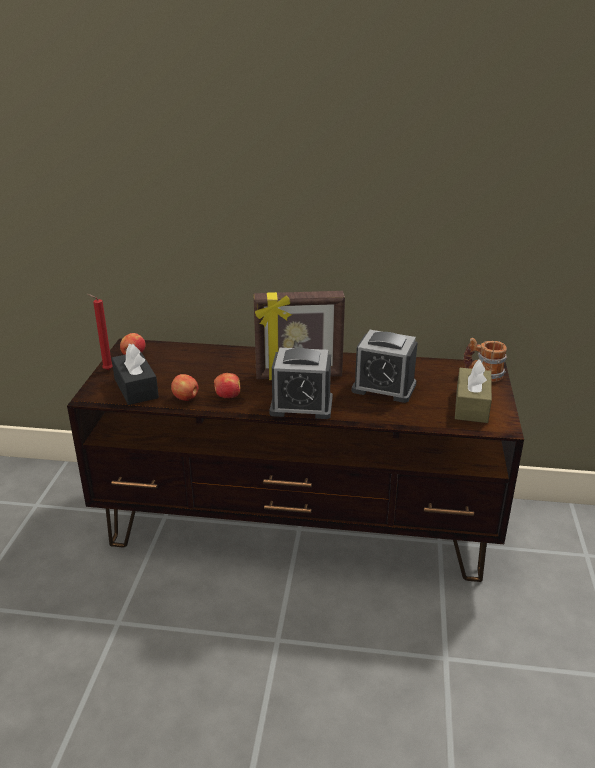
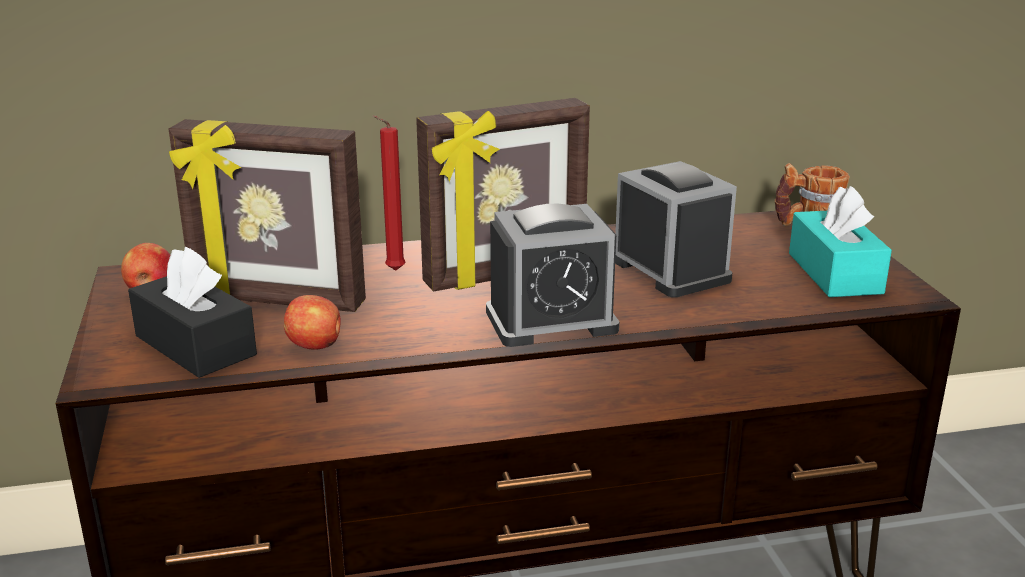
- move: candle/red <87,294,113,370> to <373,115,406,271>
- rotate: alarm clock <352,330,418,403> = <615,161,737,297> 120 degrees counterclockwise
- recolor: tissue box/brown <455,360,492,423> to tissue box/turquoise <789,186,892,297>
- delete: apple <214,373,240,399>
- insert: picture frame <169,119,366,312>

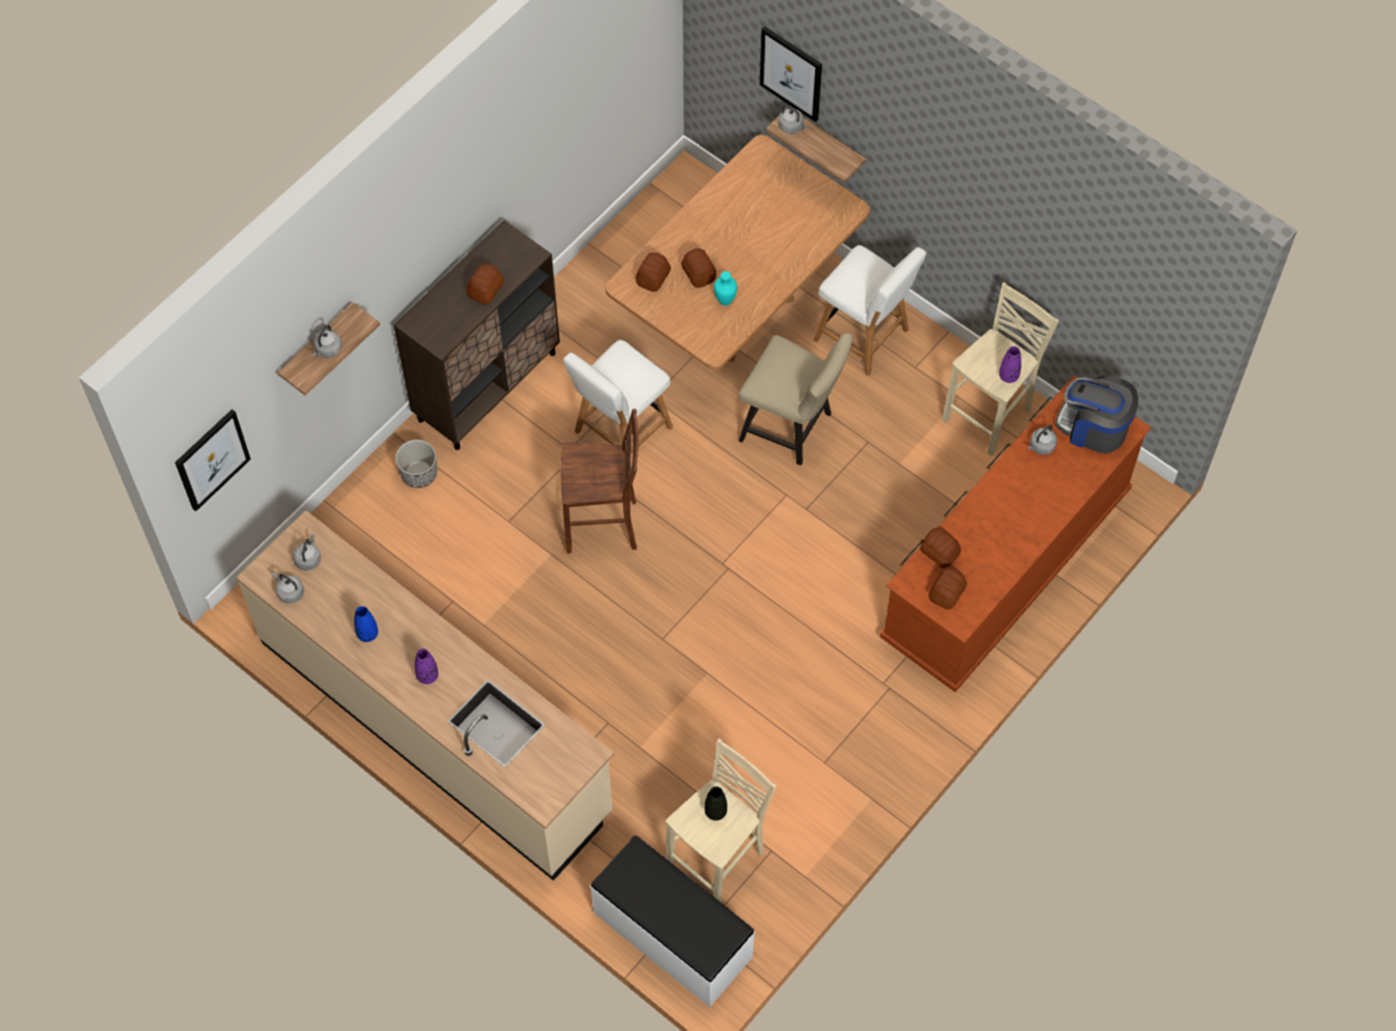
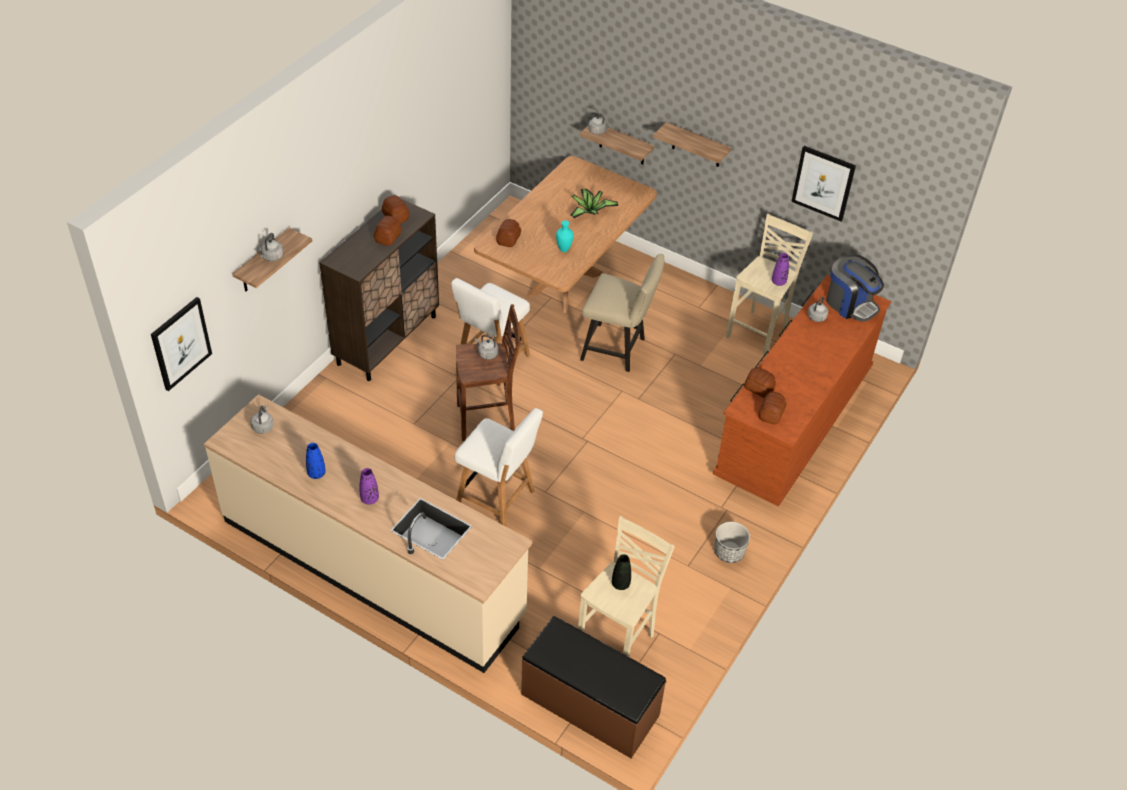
- move: picture <760,26,822,122> to <791,146,856,221>
- move: chair/white <814,245,926,376> to <455,408,543,526>
- move: bread <681,248,716,288> to <382,195,409,224>
- rotate: coffee machine <1055,376,1138,453> = <826,254,884,322> 150 degrees counterclockwise
- move: planter <395,440,437,488> to <714,522,750,563>
- move: kettle/grey <272,572,304,604> to <475,335,498,360>
- recolor: bench/white <590,835,755,1007> to bench/brown <521,616,666,758>
- insert: shelf <653,122,731,167>
- insert: potted plant <571,189,618,218>

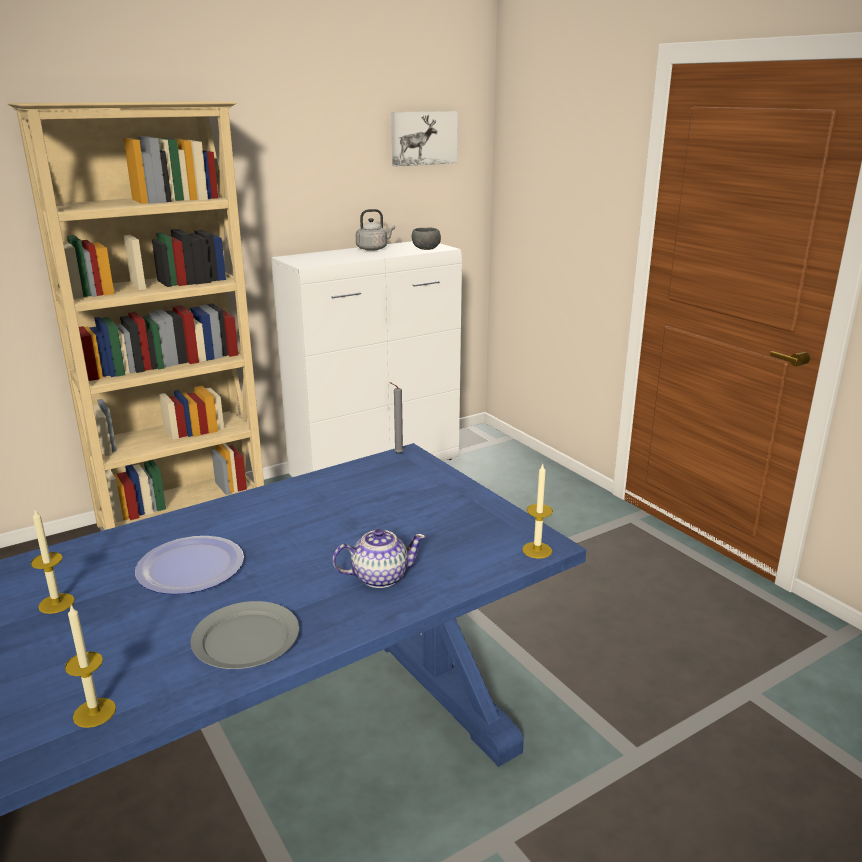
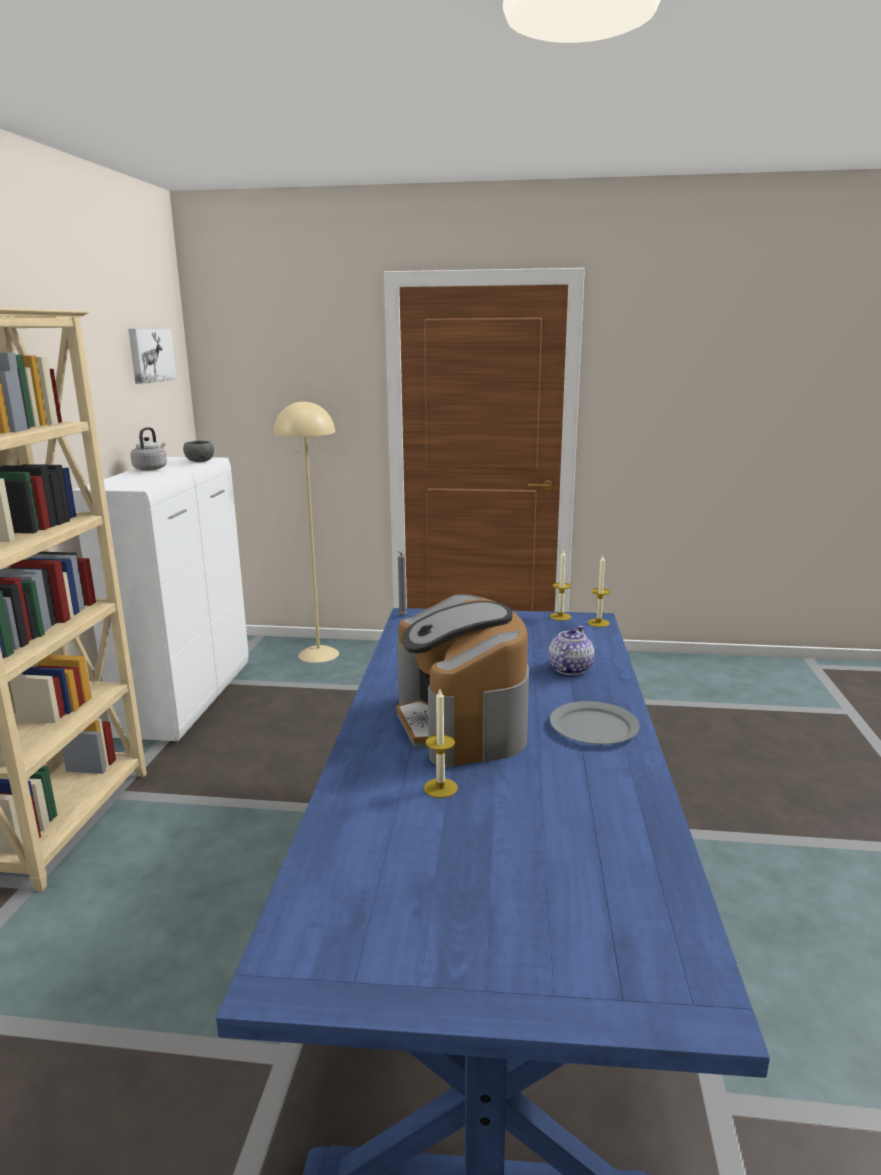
- replace: plate <135,536,244,594> to coffee machine <396,594,529,767>
- move: candle <65,605,116,728> to <550,550,571,621>
- insert: floor lamp/beige <274,400,339,663>

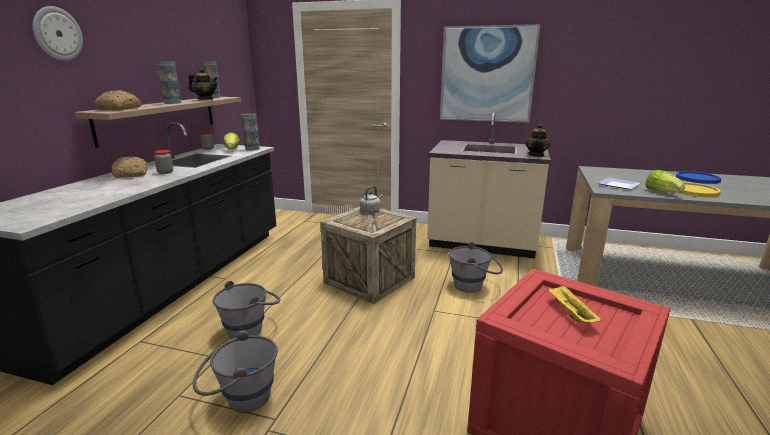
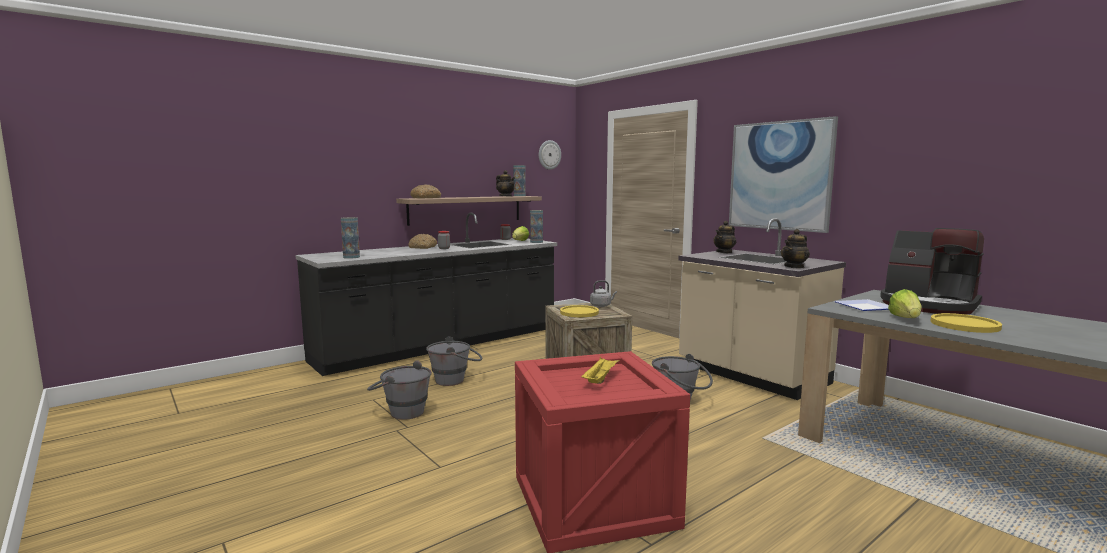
- move: wall clock <33,6,83,61> to <539,140,561,170>
- move: vase <157,61,181,104> to <341,217,360,259>
- delete: plate/blue <676,171,722,184>
- insert: teapot <714,221,736,253>
- insert: coffee machine <880,228,984,315>
- insert: plate/yellow <560,305,599,317>

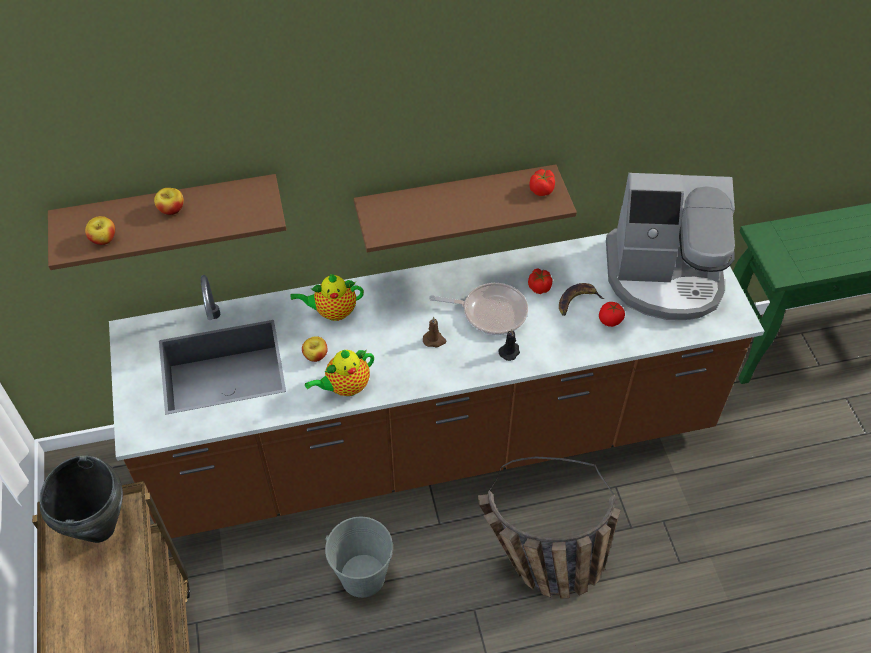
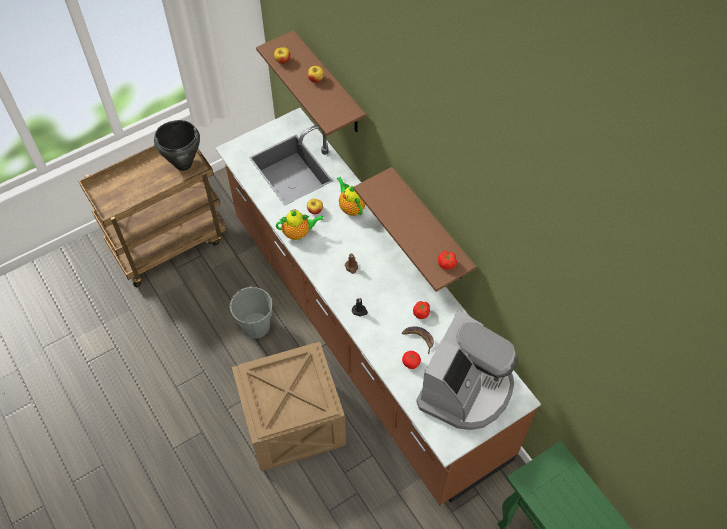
- rotate: coffee machine <606,173,735,320> = <416,310,517,430> 135 degrees counterclockwise
- delete: frying pan <429,283,528,335>
- rotate: teapot <305,350,374,396> = <276,209,324,240> 135 degrees clockwise
- replace: basket <478,456,620,599> to crate <232,342,346,471>

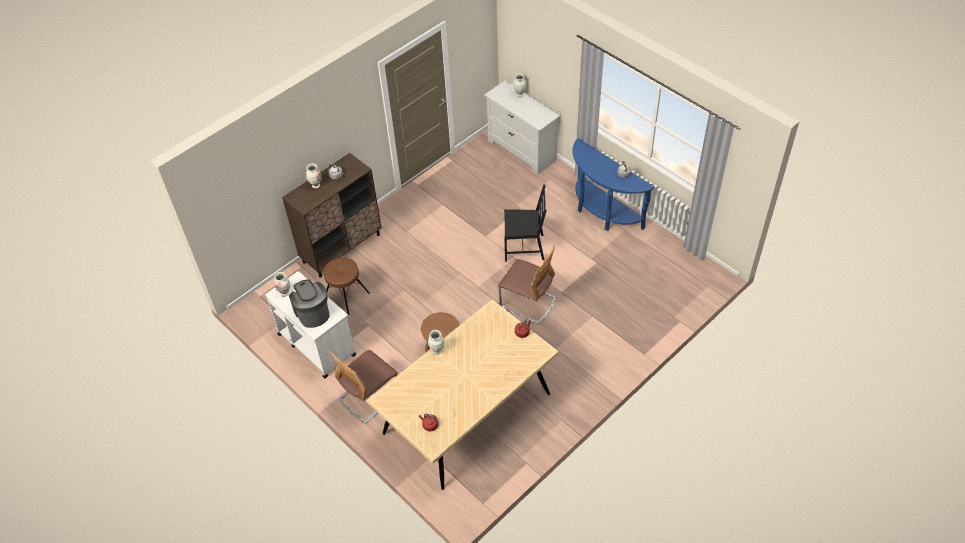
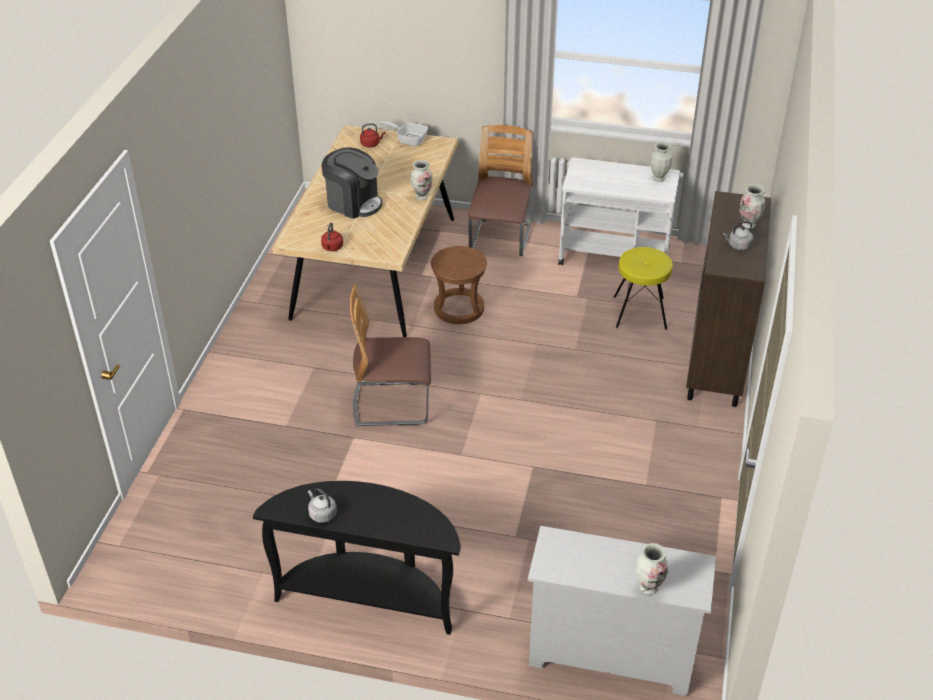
- recolor: console table/blue <573,138,655,231> to console table/black <253,481,461,635>
- delete: chair/black <504,185,547,262>
- recolor: stool/brown <323,258,370,315> to stool/yellow <614,247,673,330>
- move: coffee machine <289,279,330,328> to <322,147,382,219>
- insert: frying pan <380,121,428,146>

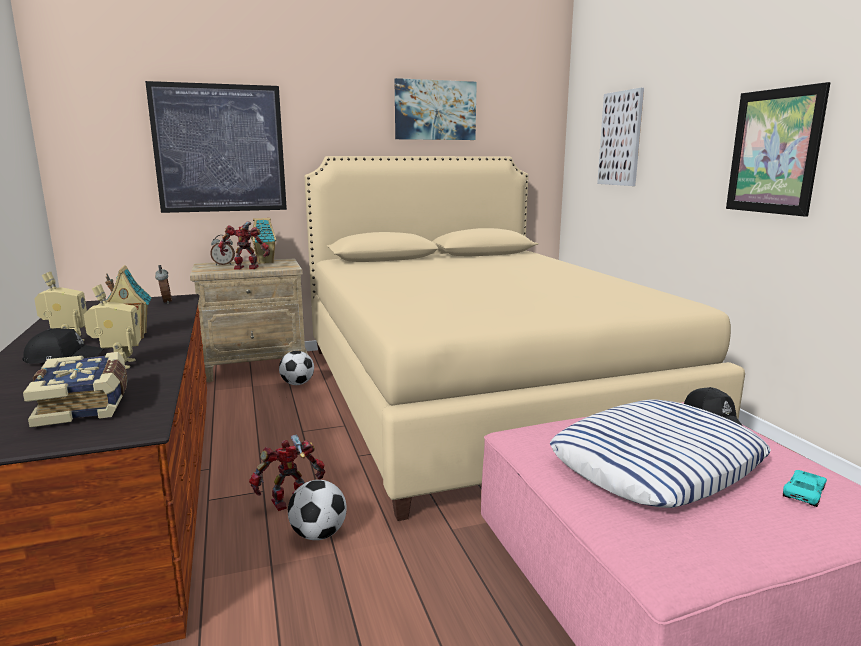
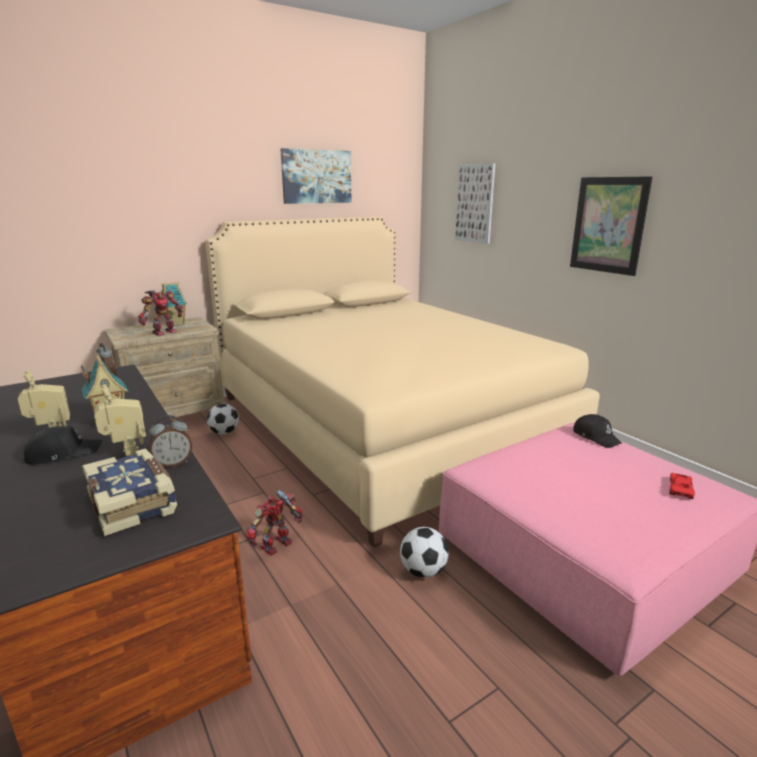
- delete: picture <145,81,287,213>
- rotate: toy robot <218,222,270,270> = <138,290,183,336> 150 degrees clockwise
- move: alarm clock <210,235,235,265> to <149,415,192,467>
- delete: pillow <550,399,771,508>
- recolor: toy car/turquoise <783,470,827,507> to toy car/red <669,473,695,499>
- move: football <288,480,347,540> to <400,527,449,578>

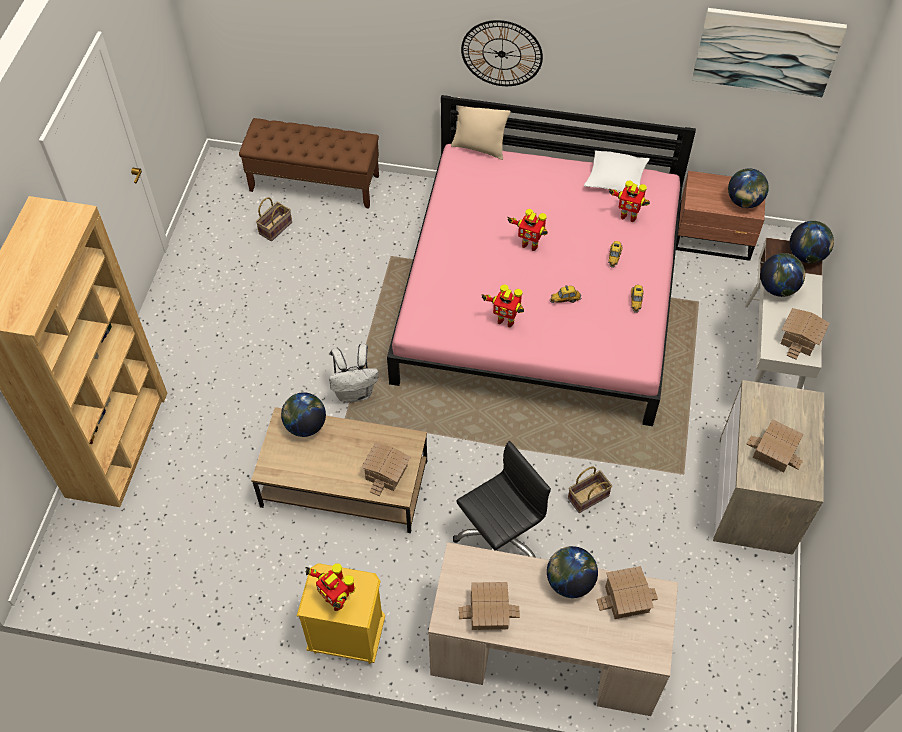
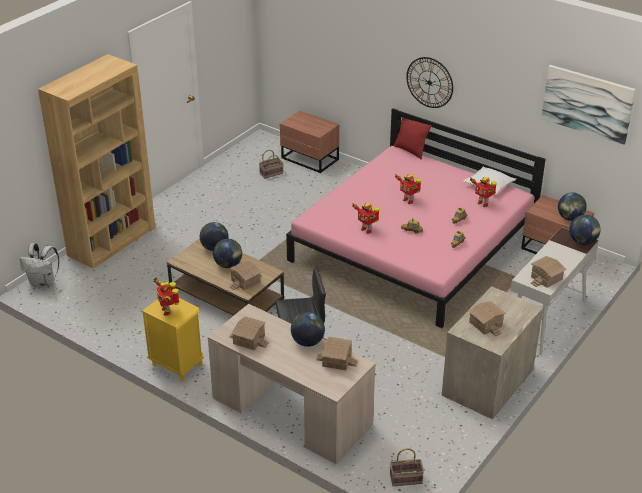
- recolor: pillow/beige <451,97,510,160> to pillow/red <394,117,431,160>
- replace: bench/brown <239,118,379,209> to nightstand/brown <280,111,339,173>
- move: globe <760,253,805,297> to <213,239,242,268>
- move: backpack/white <329,344,379,403> to <20,243,59,288>
- move: basket <568,467,612,513> to <390,448,424,486>

